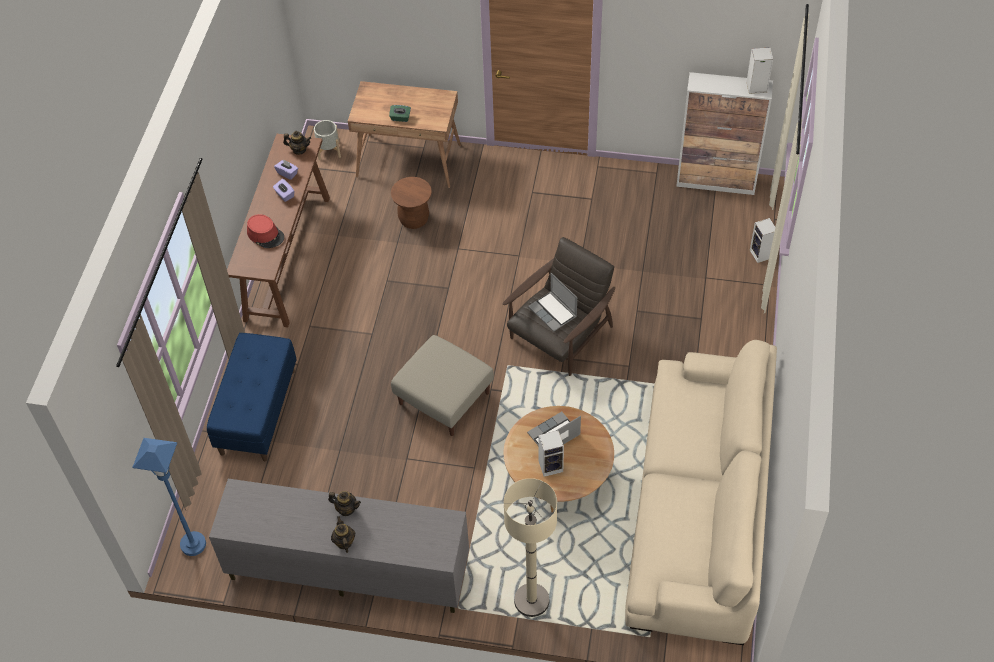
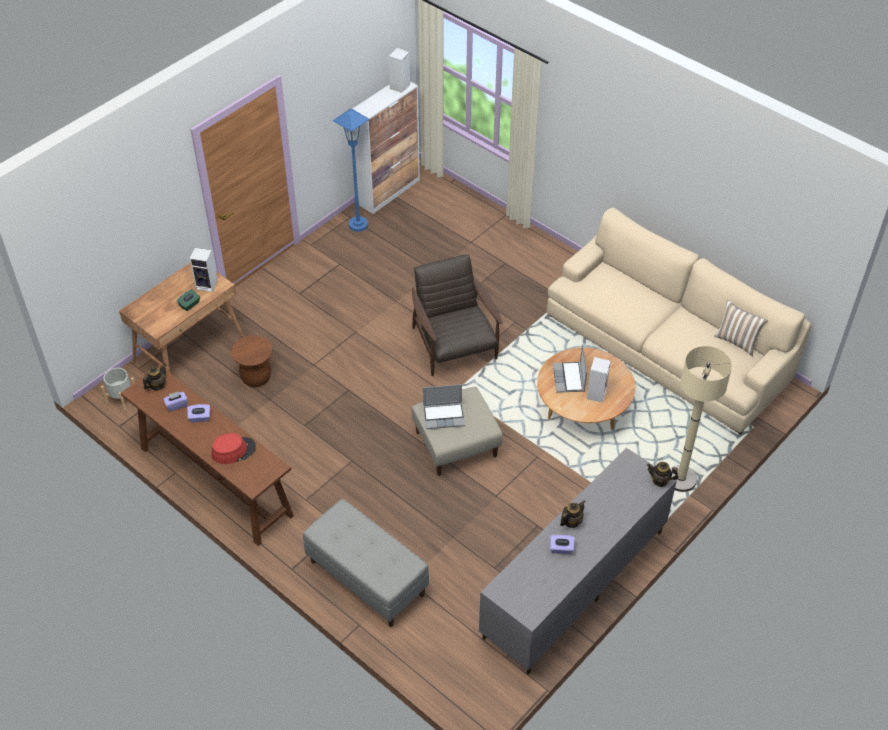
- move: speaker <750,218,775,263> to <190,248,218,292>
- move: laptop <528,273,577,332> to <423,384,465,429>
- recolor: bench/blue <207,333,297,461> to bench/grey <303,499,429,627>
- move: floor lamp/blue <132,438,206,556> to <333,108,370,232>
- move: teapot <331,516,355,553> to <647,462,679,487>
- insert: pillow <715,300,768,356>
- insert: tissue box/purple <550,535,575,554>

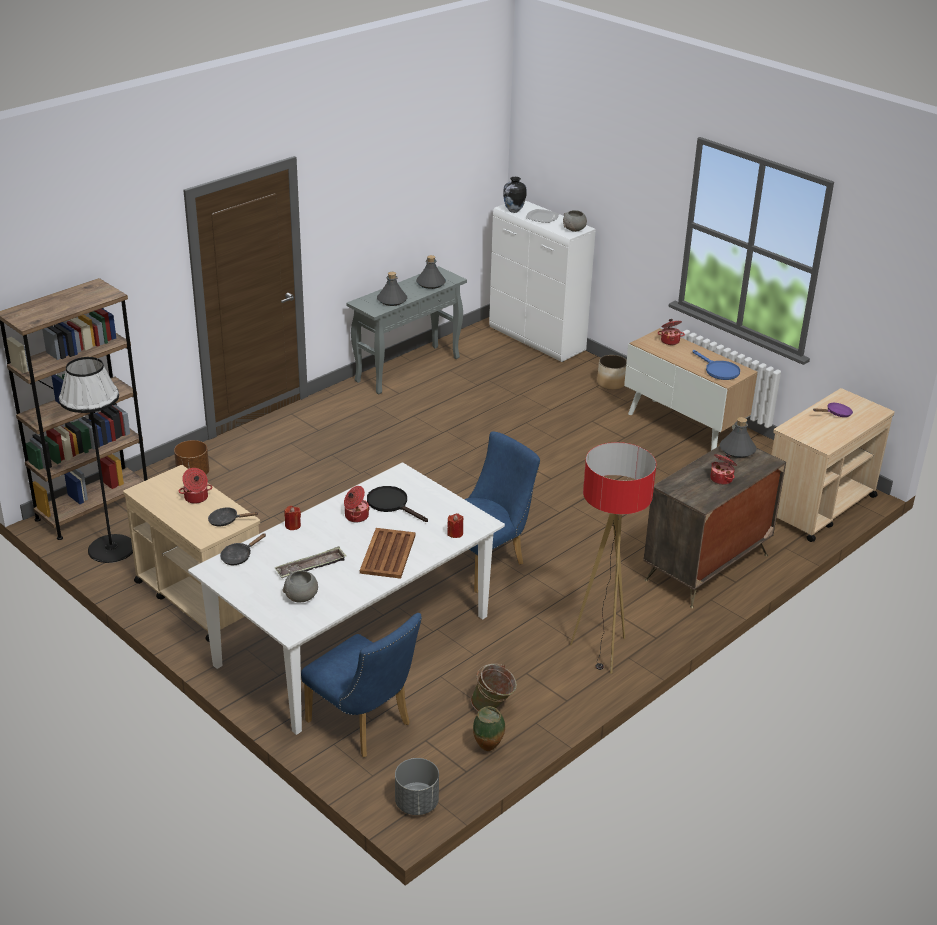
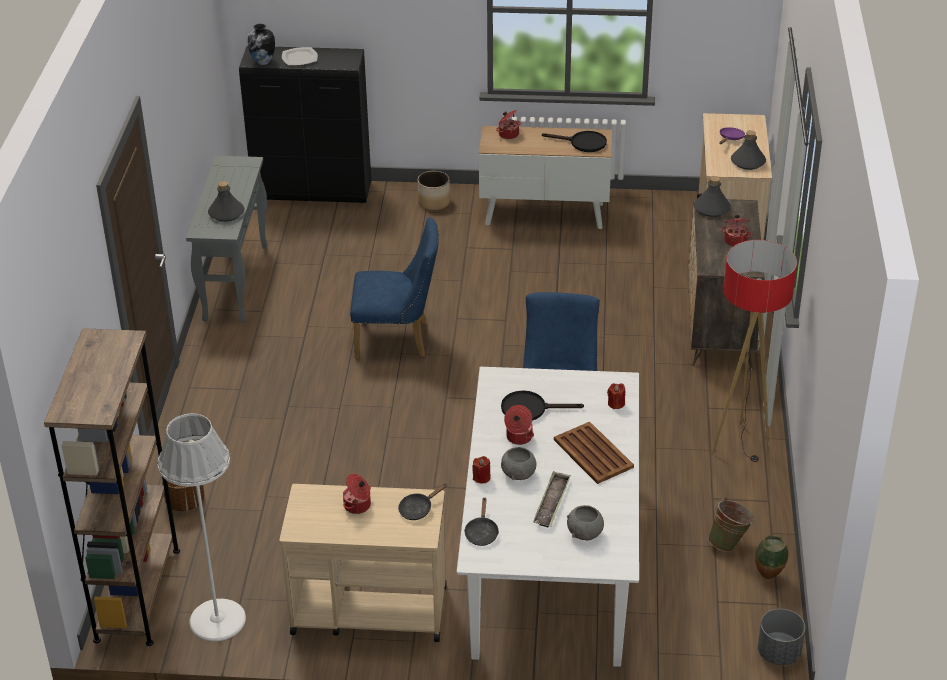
- recolor: cabinet/white <489,200,596,362> to cabinet/black <239,46,371,203>
- move: bowl/grey <563,210,587,232> to <501,447,536,480>
- move: bottle/grey <416,255,446,289> to <731,130,766,170>
- recolor: frying pan/blue <693,350,740,380> to frying pan/black <542,131,607,152>
- recolor: floor lamp/black <59,357,133,563> to floor lamp/white <158,414,246,641>
- move: chair/blue <301,613,422,757> to <350,217,439,359>

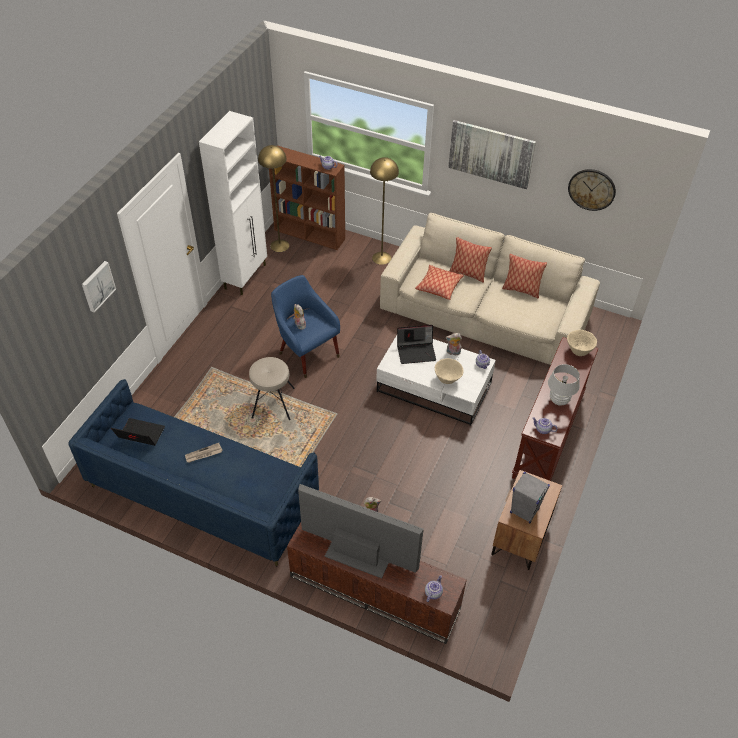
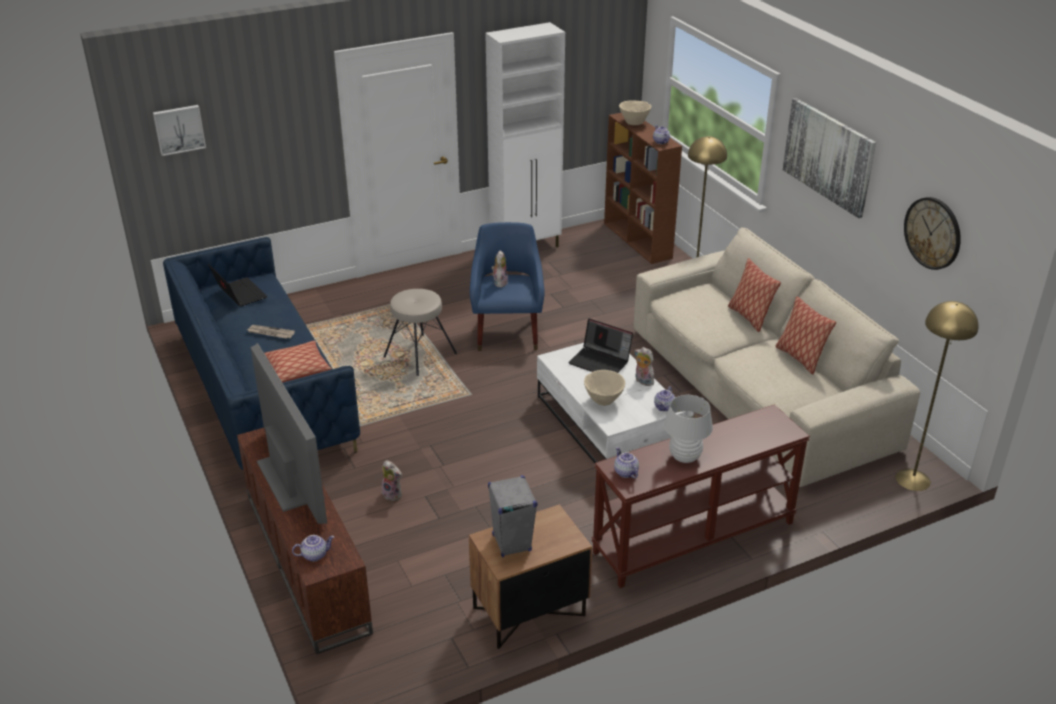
- move: floor lamp/yellow <258,145,289,252> to <896,301,979,491>
- move: picture <82,261,116,313> to <153,105,206,156>
- move: pillow <415,265,464,300> to <264,341,332,382>
- move: bowl/beige <567,330,597,356> to <619,100,651,125>

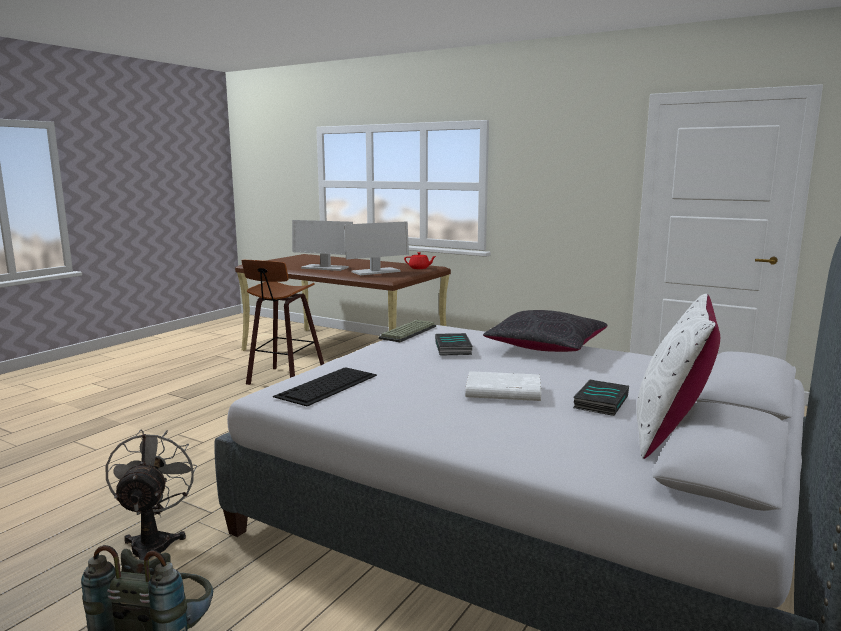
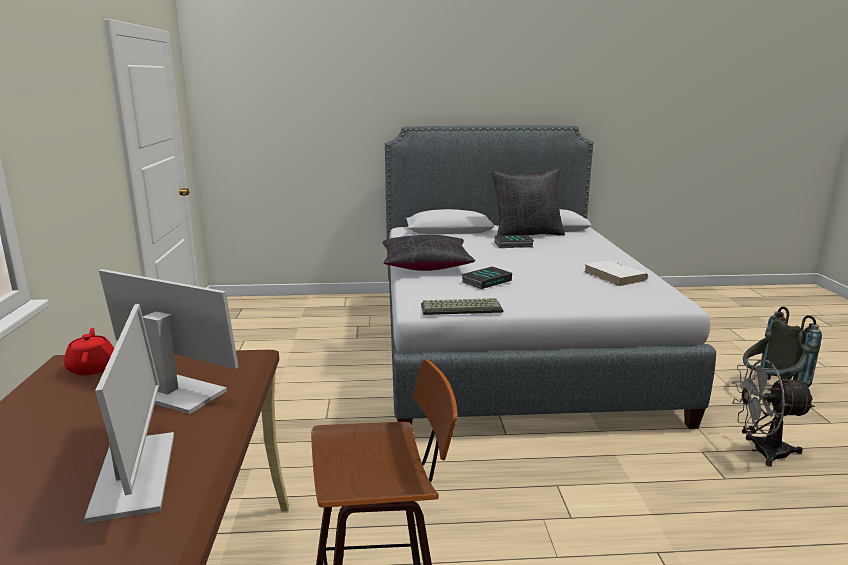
- recolor: pillow/white <636,294,720,459> to pillow/black <492,169,565,236>
- delete: keyboard <273,367,377,406>
- move: book/white <465,371,541,401> to <585,260,648,286>
- rotate: fan/grey <106,430,197,560> = <732,359,815,466> 45 degrees clockwise

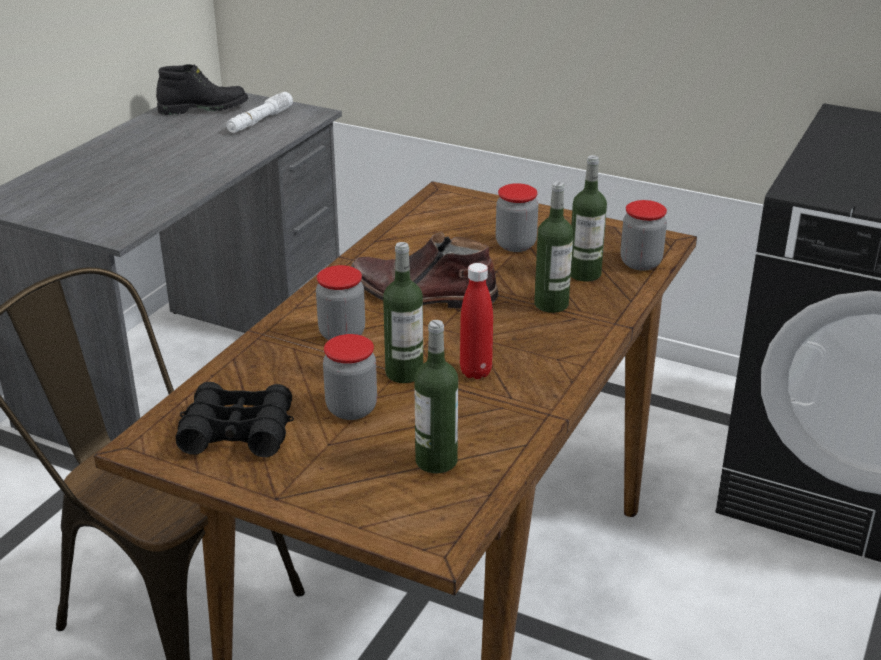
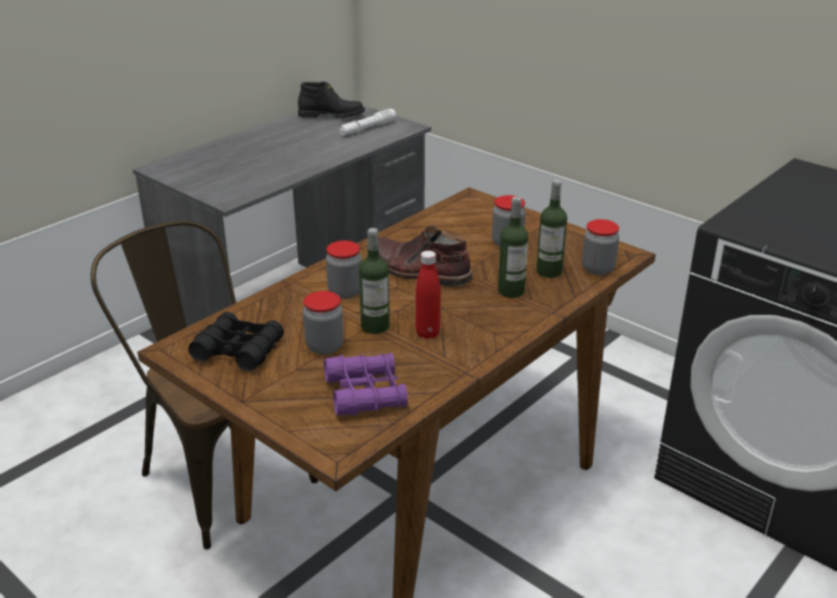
- replace: bottle <414,320,458,473> to binoculars/purple <324,353,408,416>

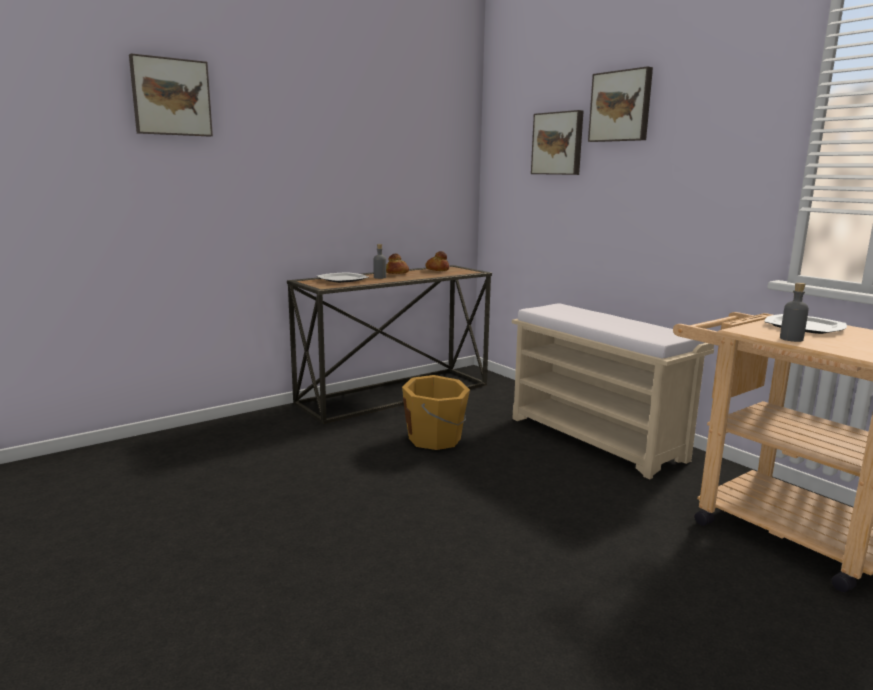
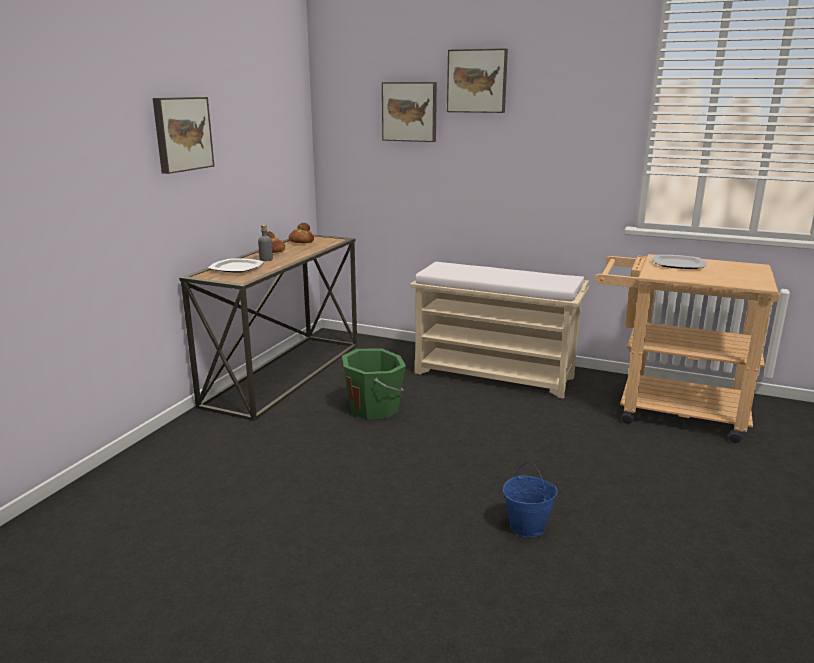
- move: picture <129,53,213,137> to <153,97,214,174>
- delete: bottle/grey <780,283,809,342>
- recolor: bucket/orange <402,375,470,450> to bucket/green <342,348,406,420>
- insert: bucket/blue <503,462,558,537>

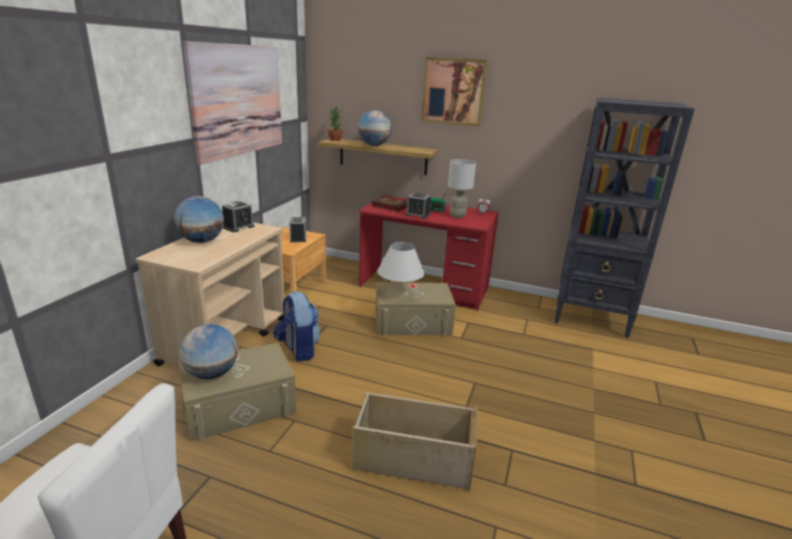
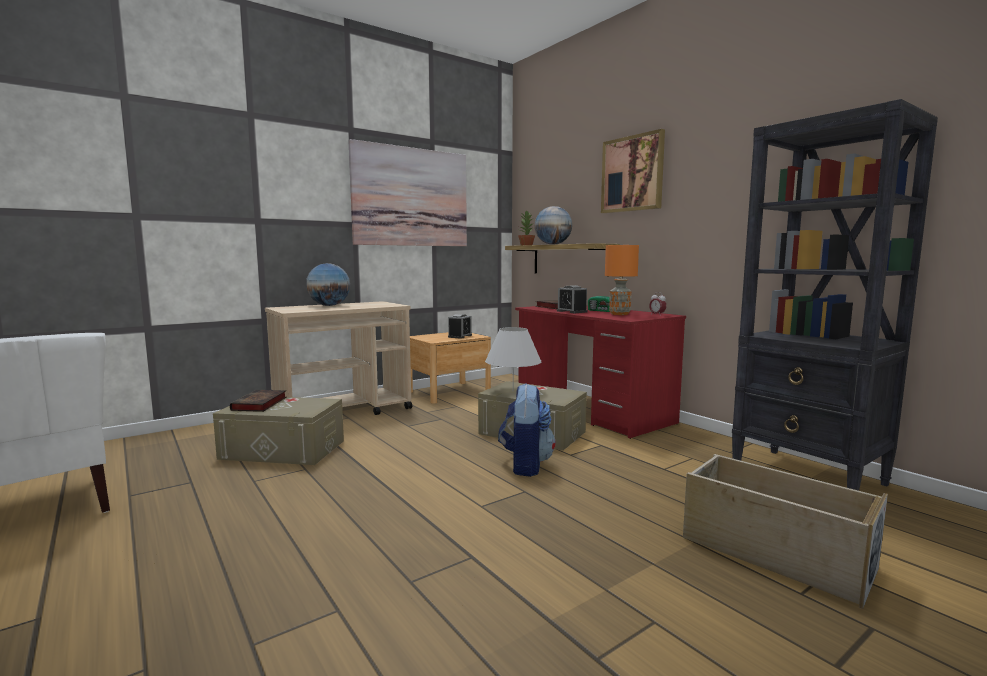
- recolor: table lamp/grey <448,159,476,218> to table lamp/orange <605,245,639,315>
- delete: alarm clock <222,201,254,232>
- move: backpack <273,292,321,361> to <498,384,556,477>
- replace: globe <180,324,238,379> to book <230,390,286,412>
- move: storage box/beige <352,392,478,492> to <683,454,888,609>

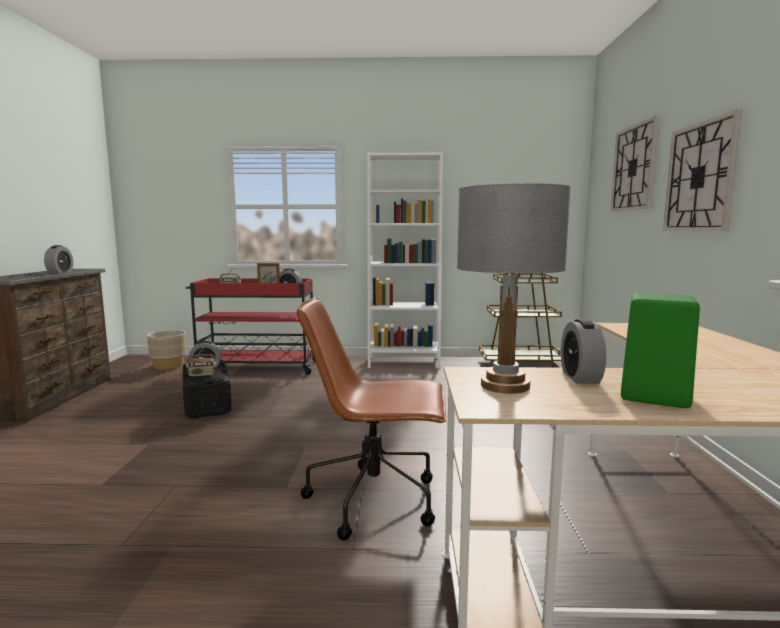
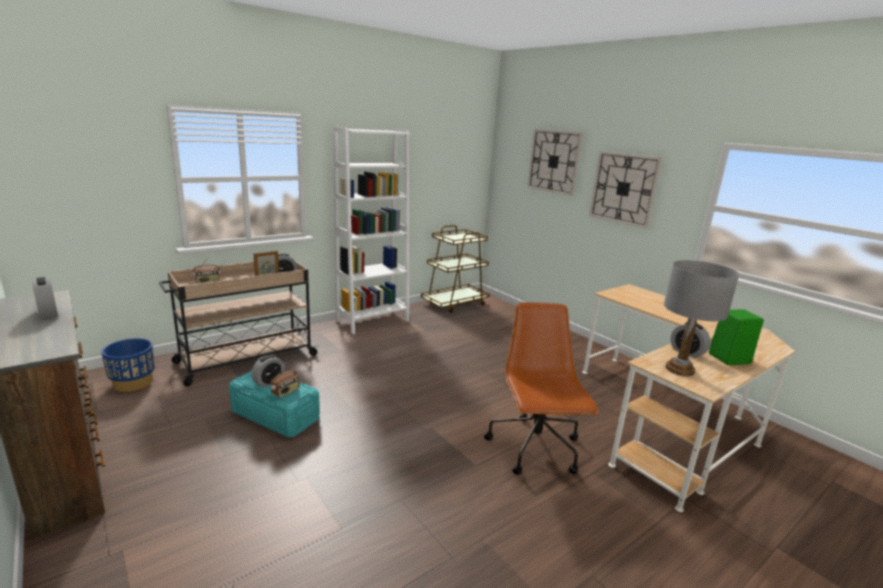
- recolor: cart/red <186,278,315,375> to cart/beige <159,261,319,386>
- rotate: office chair/brown <297,298,447,540> = <484,302,599,475> 120 degrees clockwise
- recolor: planter/beige <147,330,186,369> to planter/blue <101,338,155,392>
- recolor: storage box/black <183,360,232,418> to storage box/turquoise <229,369,320,438>

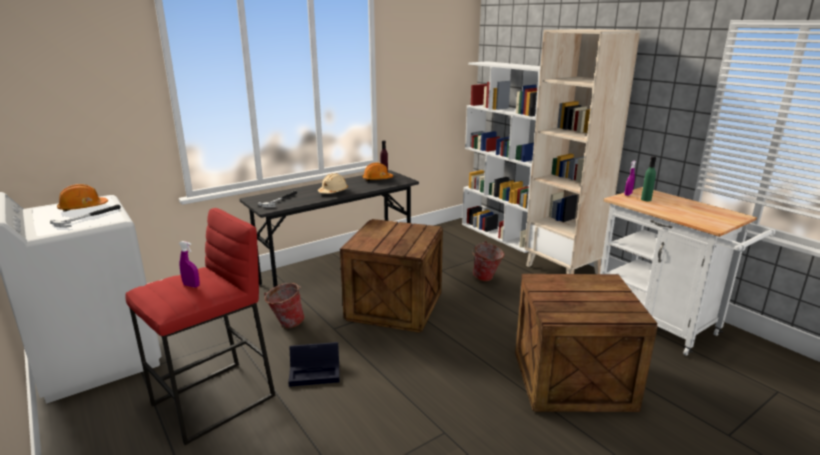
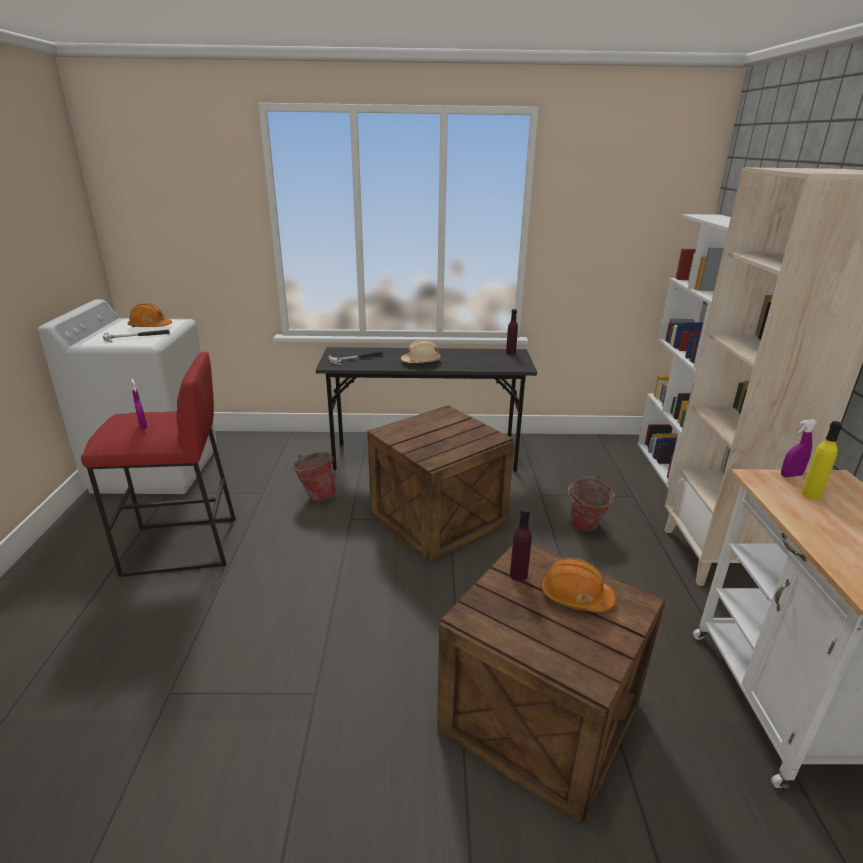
- recolor: bottle/green <641,157,656,201> to bottle/yellow <801,421,842,500>
- move: hard hat/orange <362,163,393,181> to <541,558,616,612>
- delete: storage box/black <288,342,340,387>
- insert: bottle/purple <510,507,532,581>

